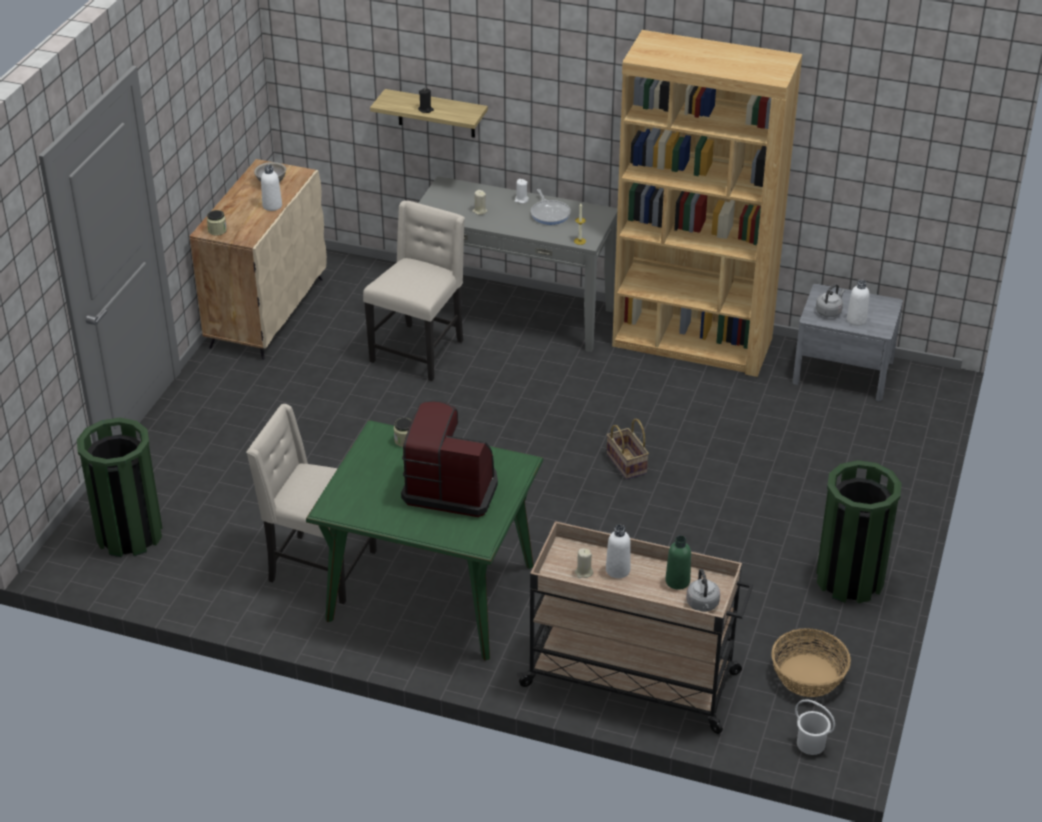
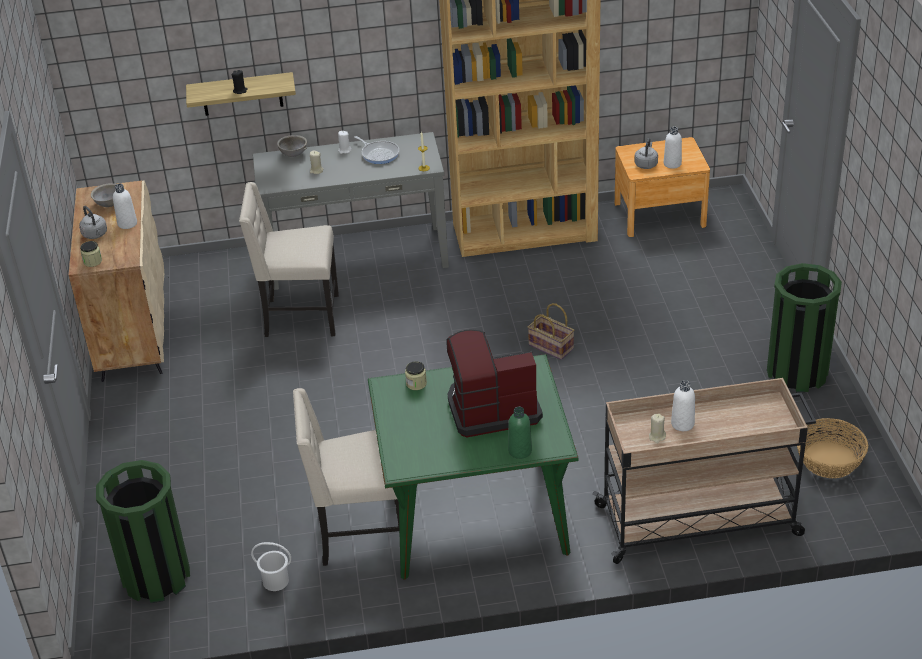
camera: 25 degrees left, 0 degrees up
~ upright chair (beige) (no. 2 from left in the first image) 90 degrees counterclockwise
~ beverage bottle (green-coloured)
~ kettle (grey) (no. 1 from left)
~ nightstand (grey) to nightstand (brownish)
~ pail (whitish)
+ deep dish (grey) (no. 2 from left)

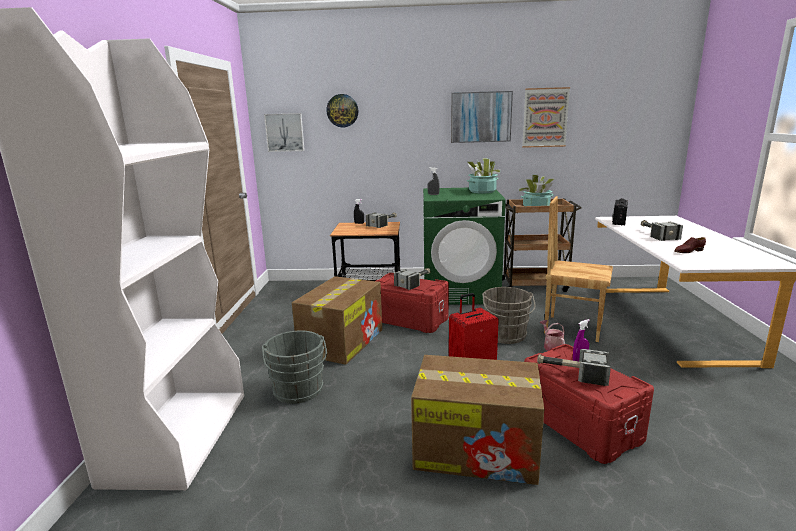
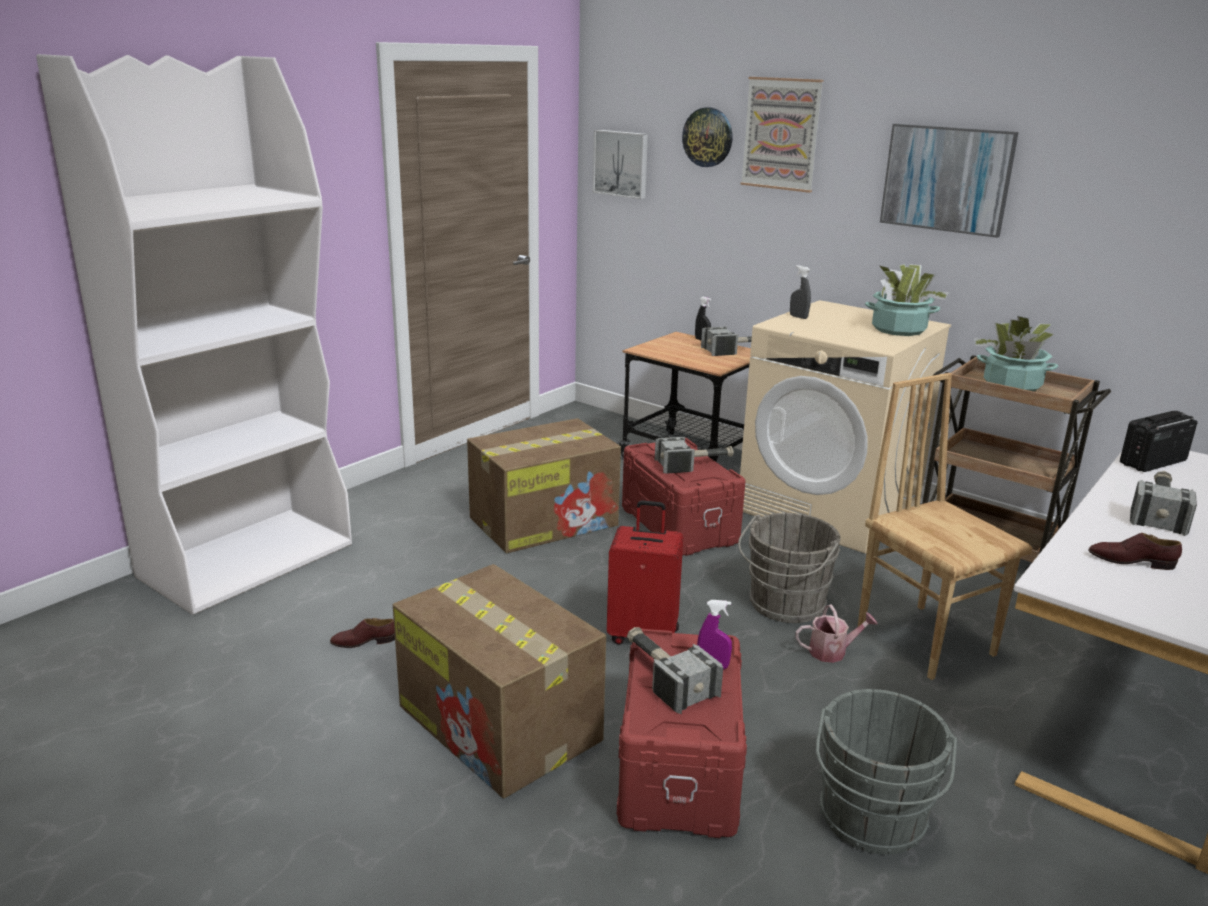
camera: 35 degrees right, 5 degrees up
~ pail (grey) (no. 1 from left in the first image) to pail (grey) (no. 2 from left)
~ washing machine (green-coloured) to washing machine (beige)
~ picture (no. 3 from left in the first image) to picture (no. 2 from left)
~ sprinkling can 60 degrees clockwise
+ low shoe (brownish) (no. 1 from left)

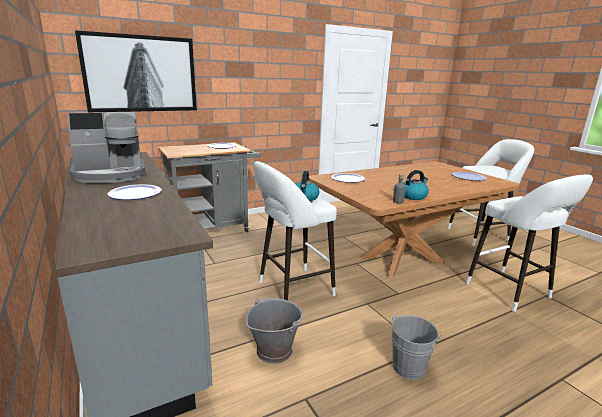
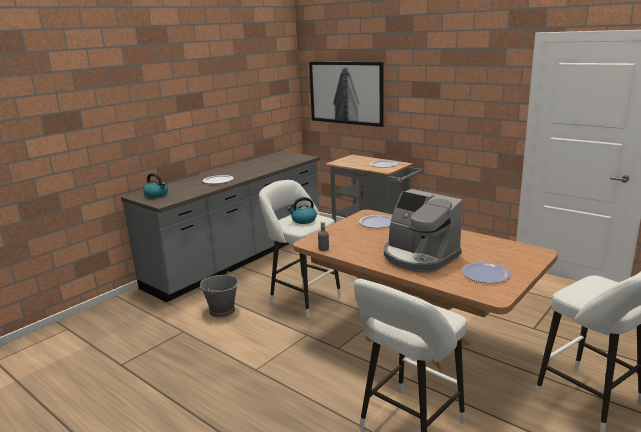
camera: 70 degrees right, 0 degrees up
~ coffee maker
- pail (grey) (no. 2 from left)
~ kettle (no. 2 from left in the first image) to kettle (no. 1 from left)

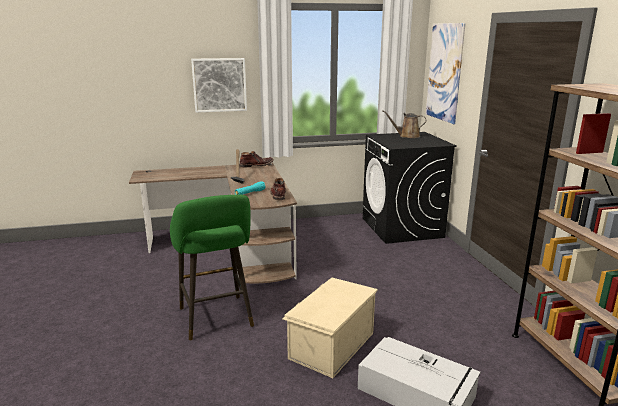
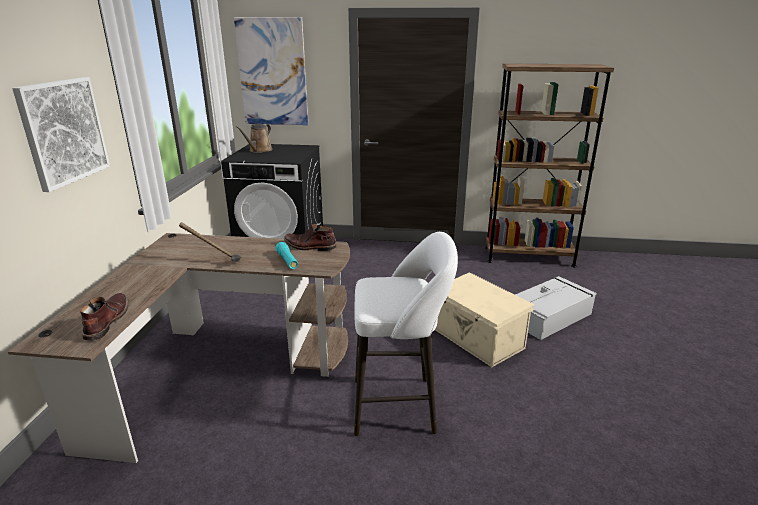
camera: 70 degrees left, 5 degrees up
~ stool seat (green-coloured) to stool seat (whitish)
~ tall boot (brownish) (no. 1 from left)

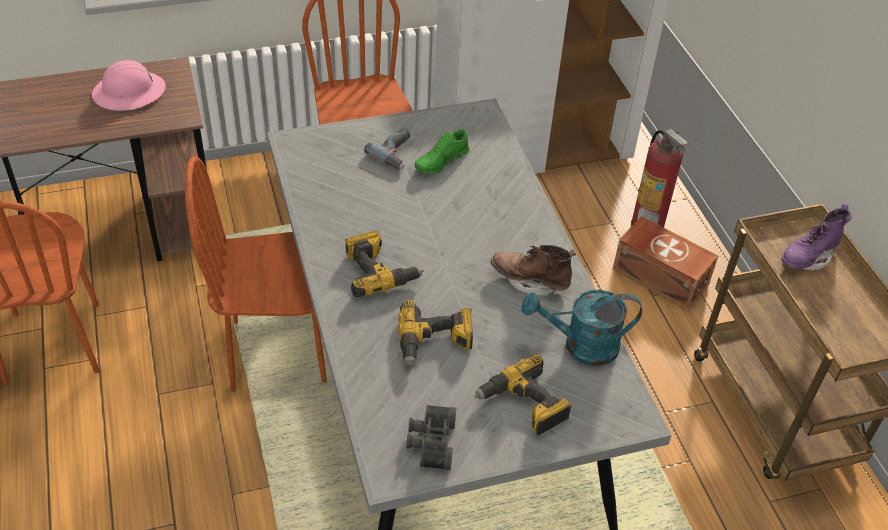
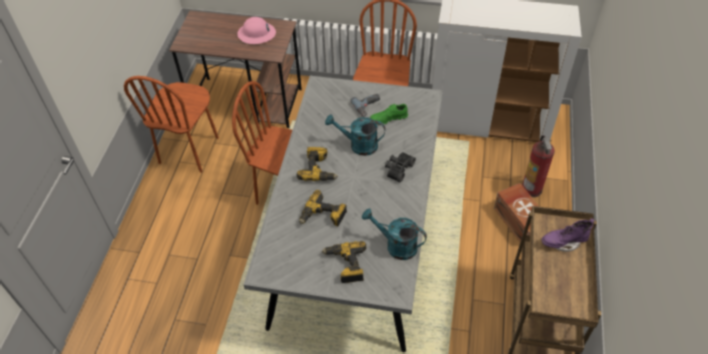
camera: 30 degrees right, 5 degrees up
~ field glasses (blackish)
- tall boot (brownish)
+ sprinkling can (turquoise) (no. 1 from left)

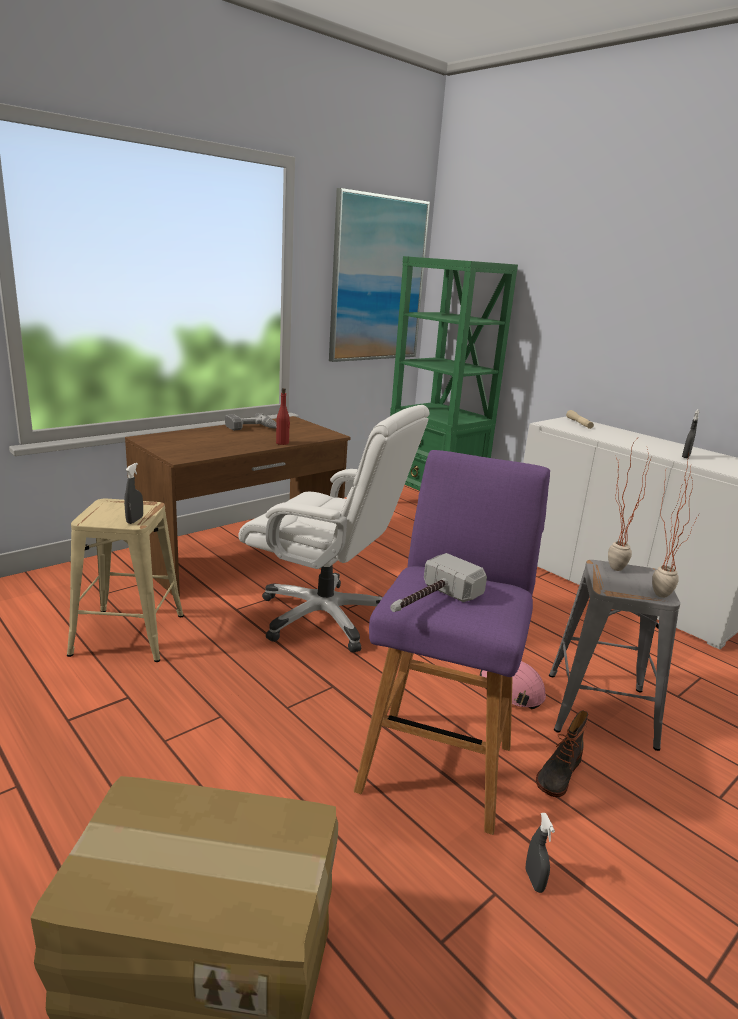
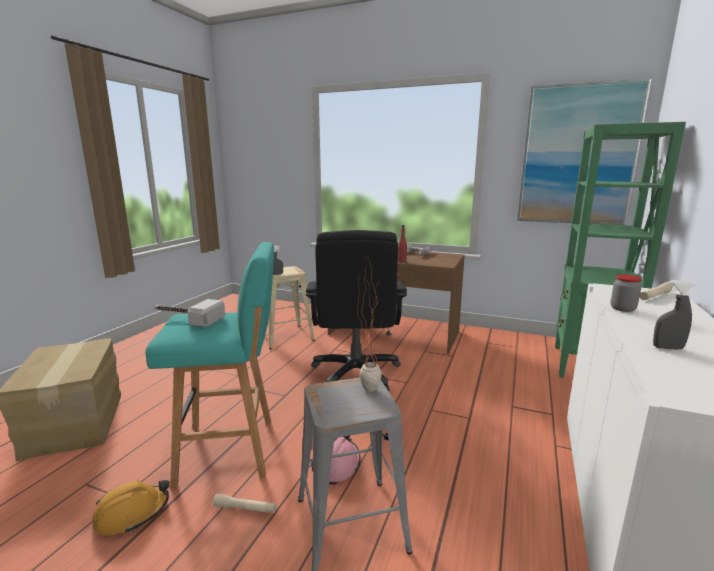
camera: 65 degrees right, 5 degrees down
~ desk chair (whitish) to desk chair (blackish)
~ stool seat (purple) to stool seat (turquoise)
~ hand sprayer (grey) (no. 2 from left) to safety helmet (orange-coloured)
~ tall boot to flashlight (beige) (no. 1 from left)
- houseplant (no. 2 from left)
+ preserve jar

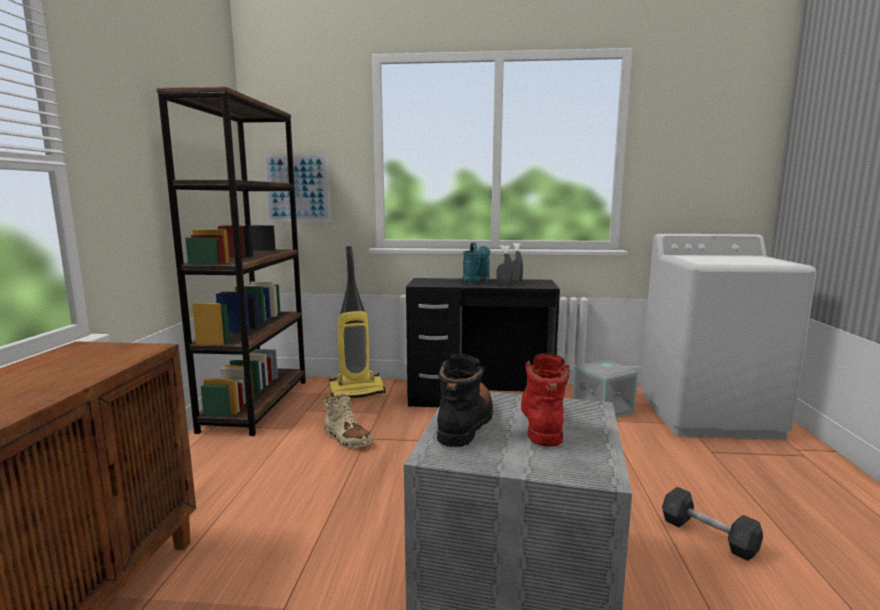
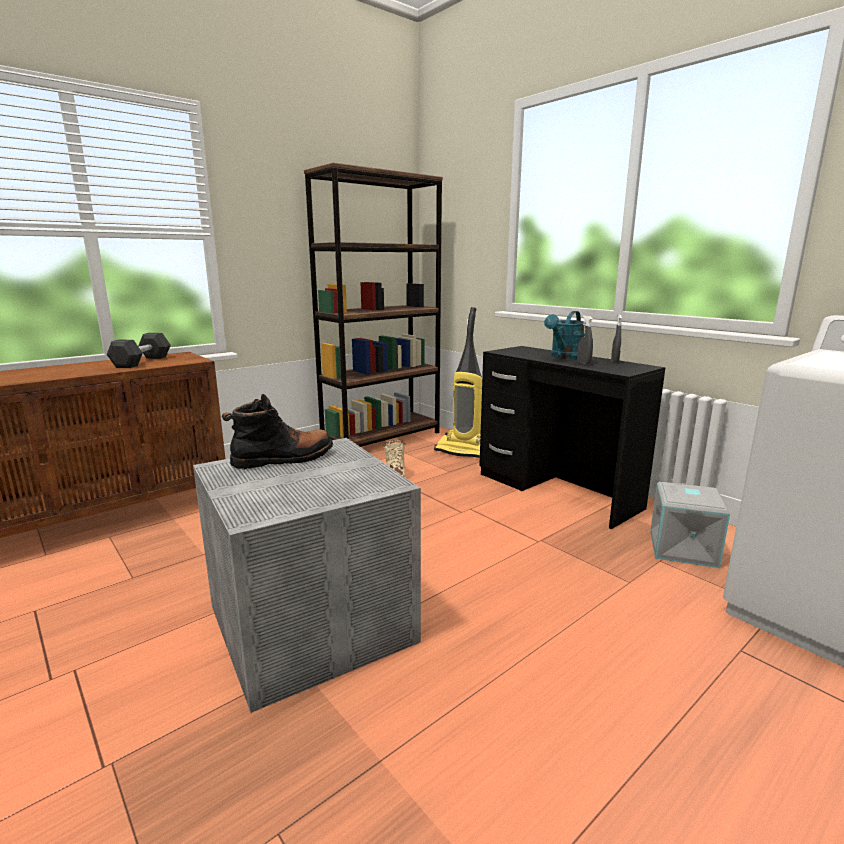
camera: 45 degrees right, 5 degrees up
- picture
- tall boot (reddish)
~ dumbbell (grey)

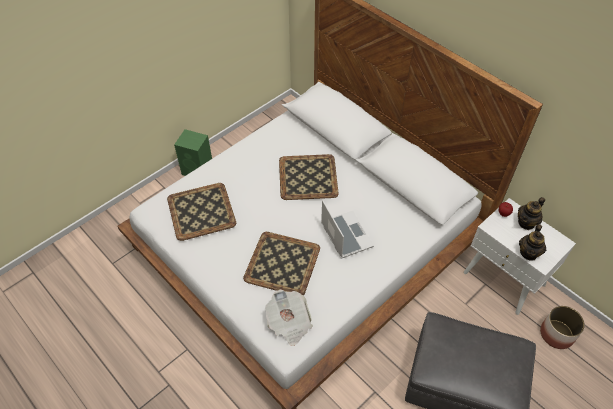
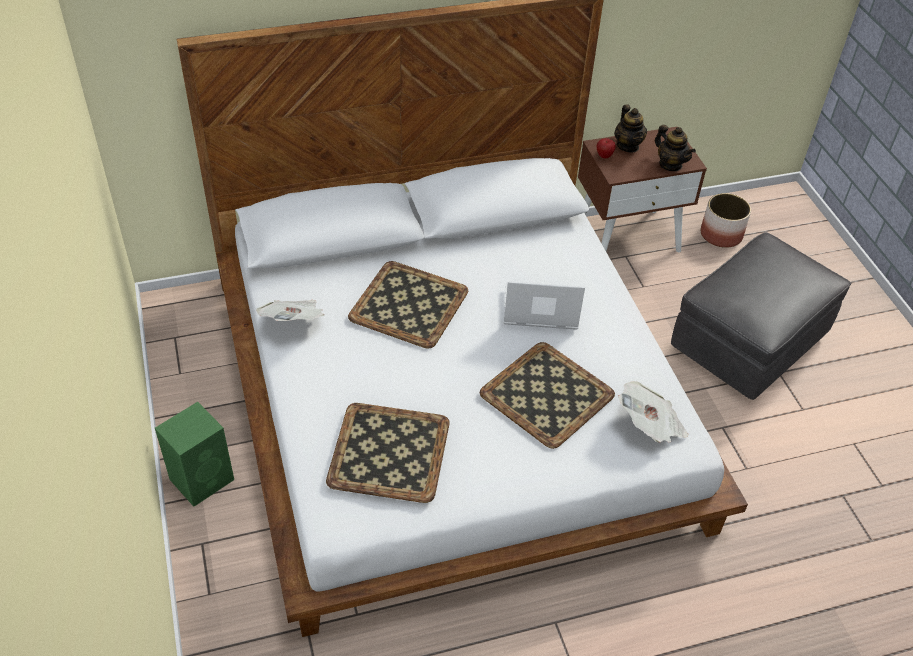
camera: 65 degrees left, 5 degrees down
~ nightstand (whitish) to nightstand (brownish)
+ daily paper (no. 1 from left)

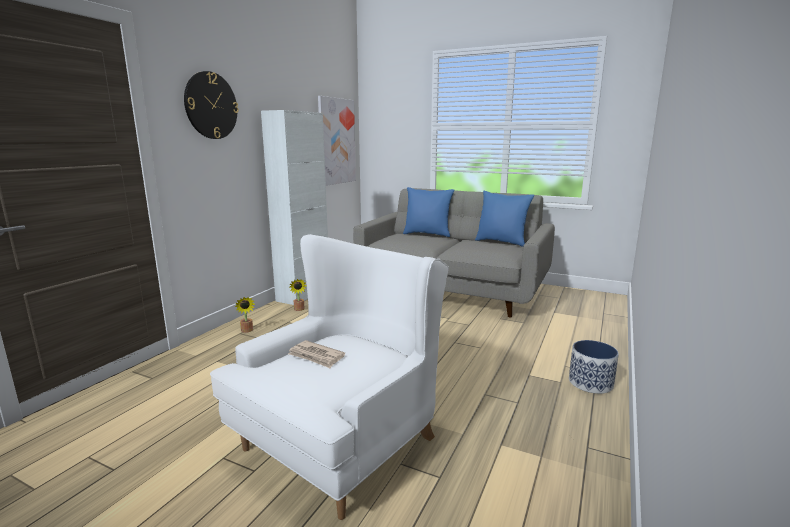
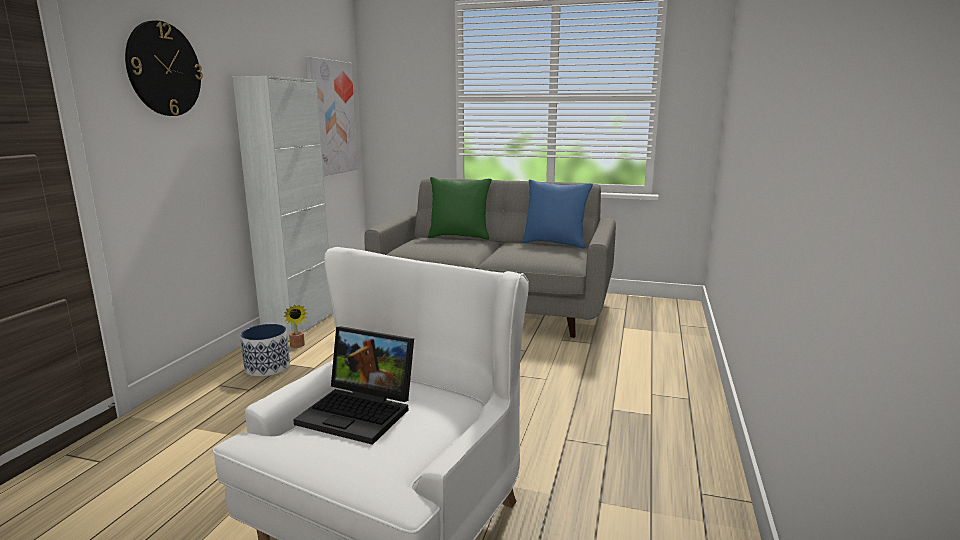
camera: 10 degrees left, 0 degrees up
- houseplant (no. 1 from left)
~ daily paper to laptop
~ pillow (bluish) (no. 1 from left) to pillow (green-coloured)
~ plant pot

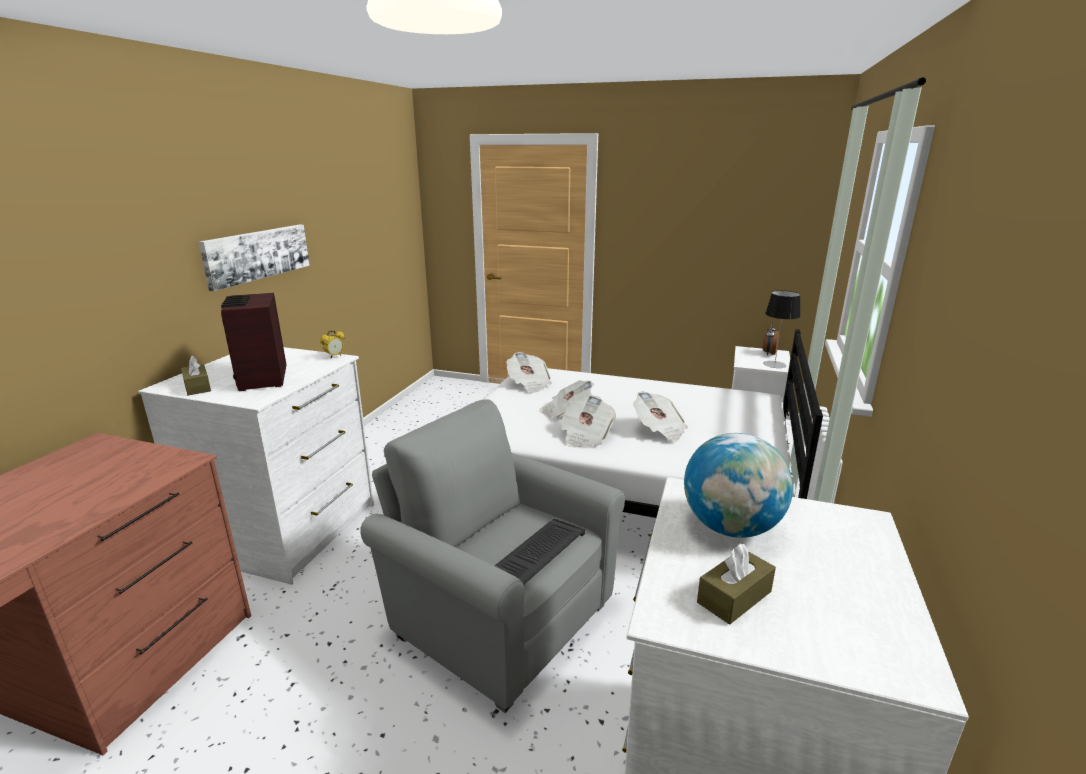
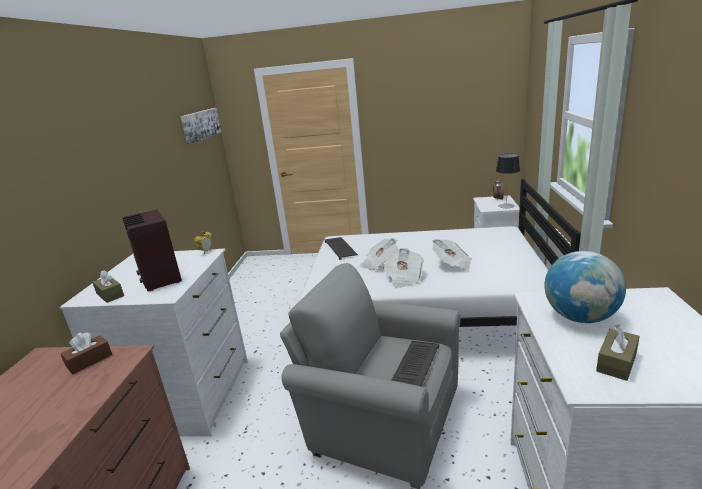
camera: 10 degrees left, 0 degrees up
~ picture
~ daily paper (no. 1 from left) to keyboard (no. 1 from left)
+ box of tissues (brownish) (no. 1 from left)

